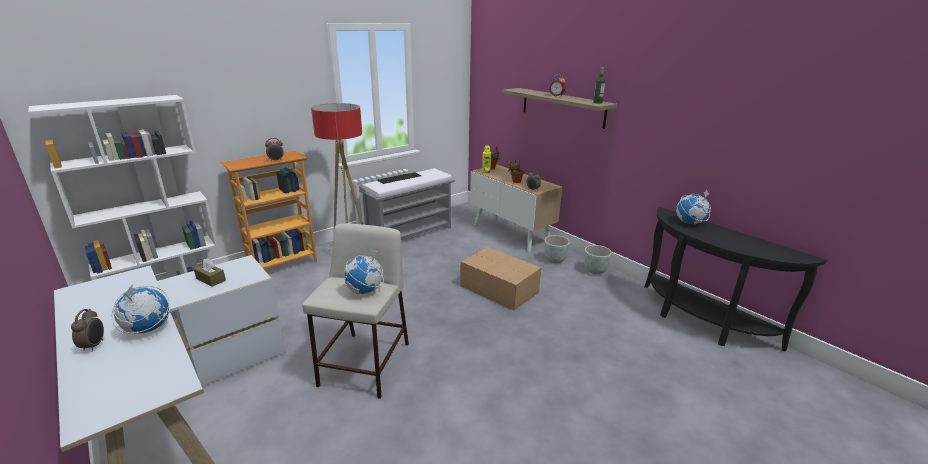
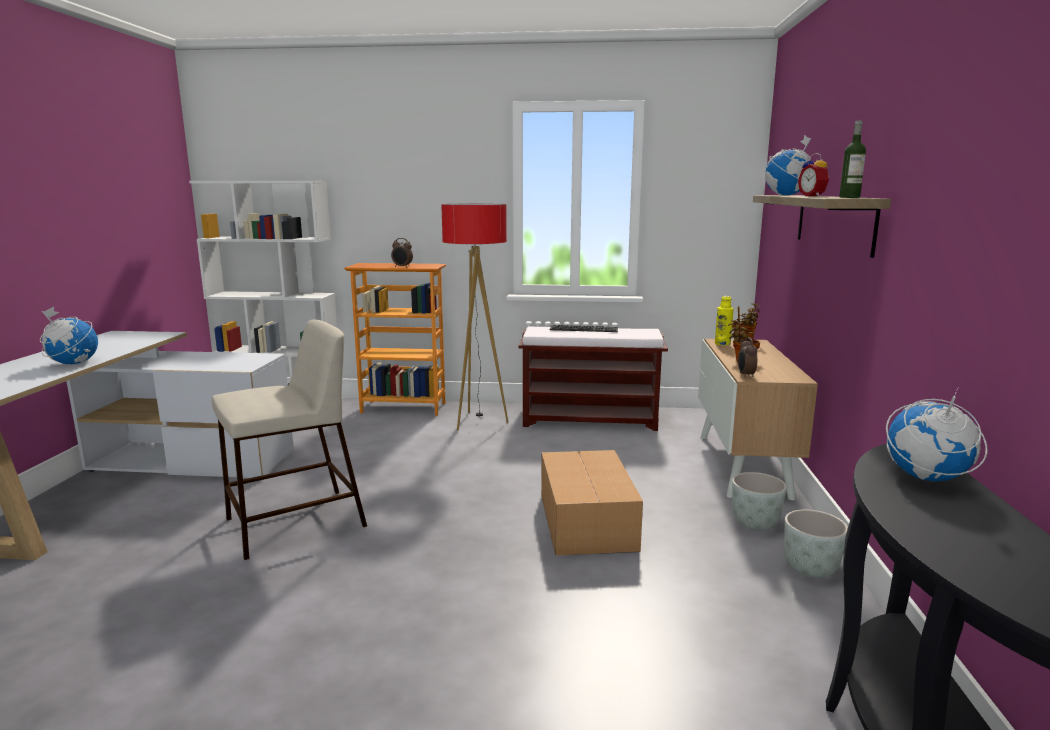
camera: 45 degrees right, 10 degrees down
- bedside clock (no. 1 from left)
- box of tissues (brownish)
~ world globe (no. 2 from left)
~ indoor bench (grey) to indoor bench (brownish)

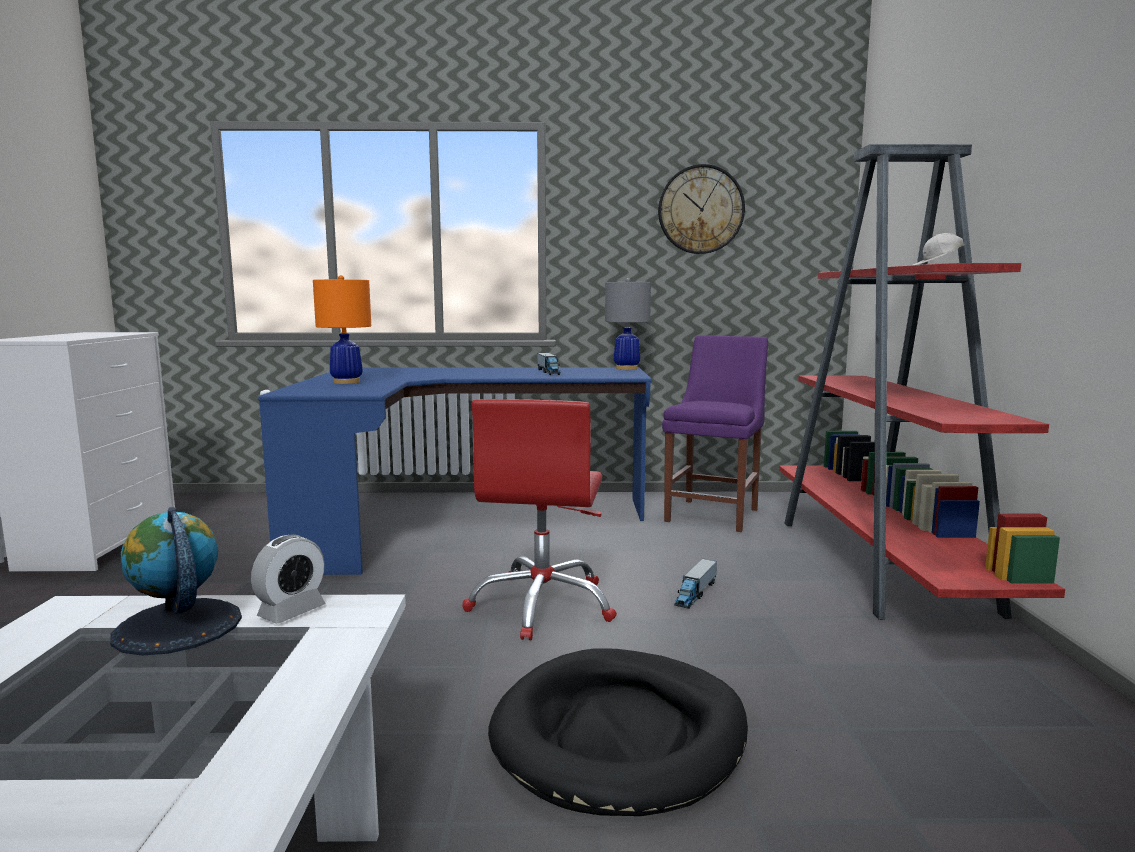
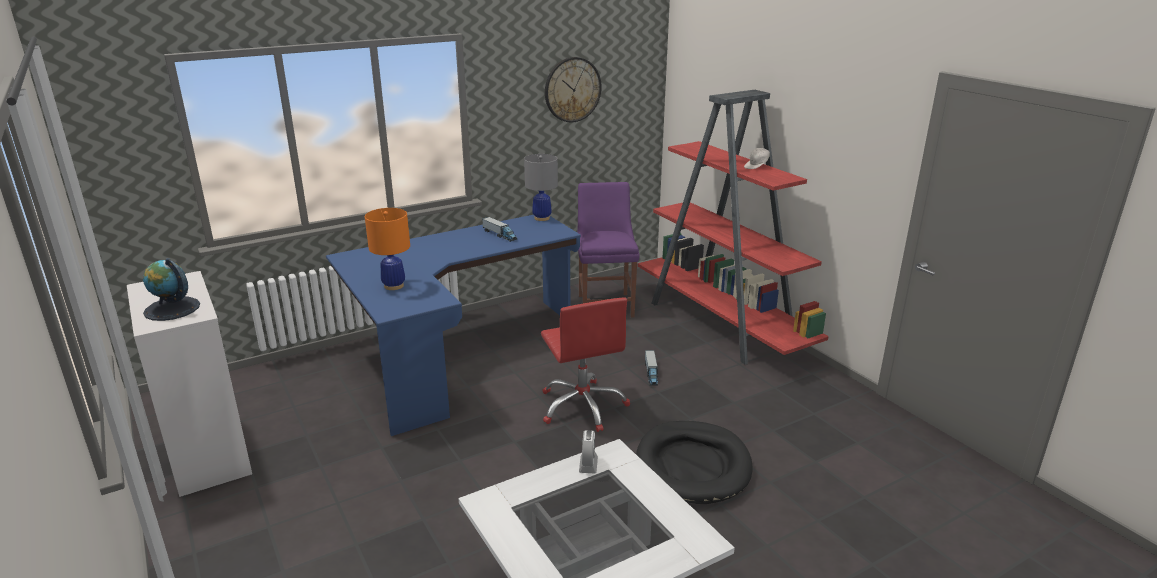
camera: 30 degrees left, 15 degrees up
~ world globe

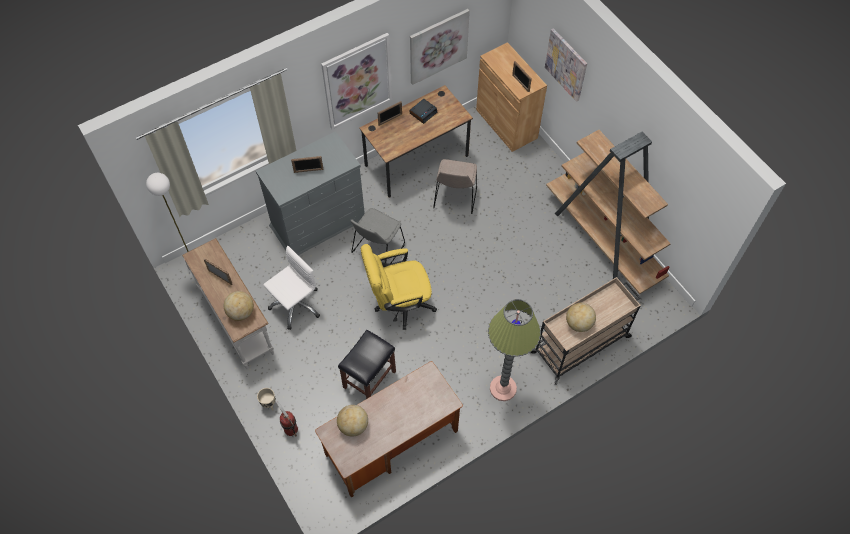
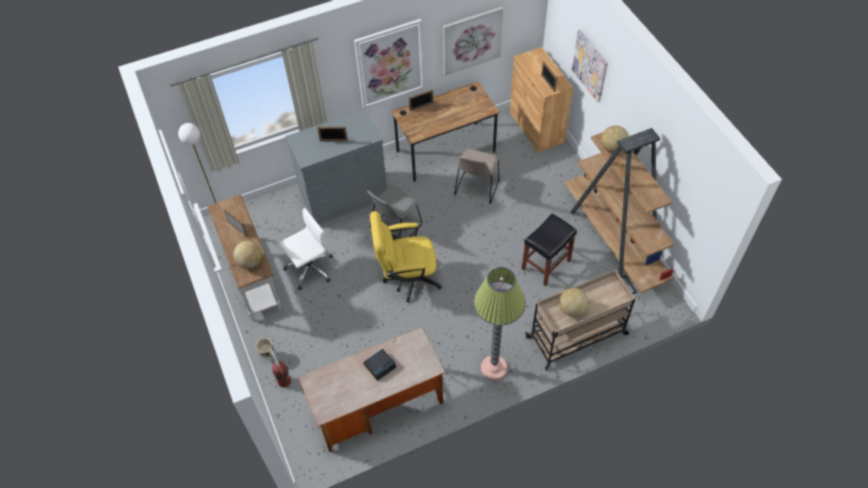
camera: 10 degrees right, 5 degrees down
~ world globe (no. 2 from left in the first image) to world globe (no. 3 from left)
~ stool seat (blackish)
~ bedside clock

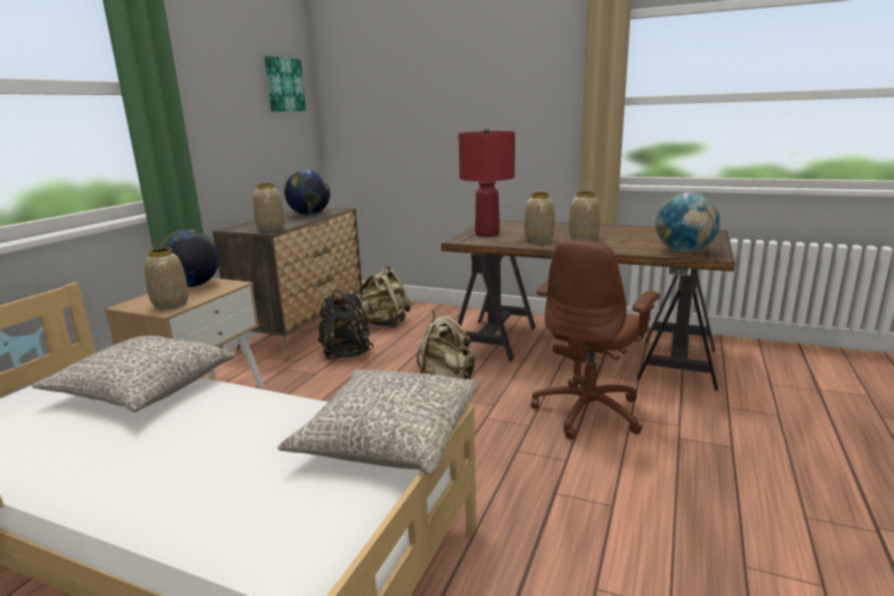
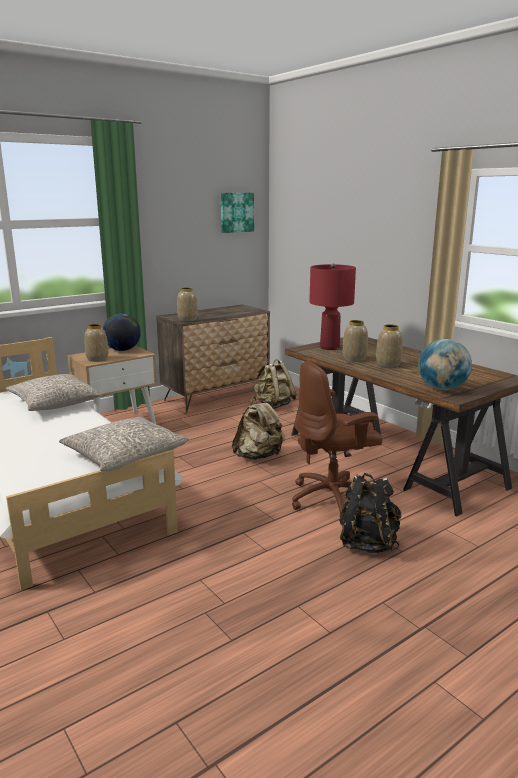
camera: 30 degrees right, 0 degrees up
- world globe (no. 2 from left)
~ backpack (blackish)

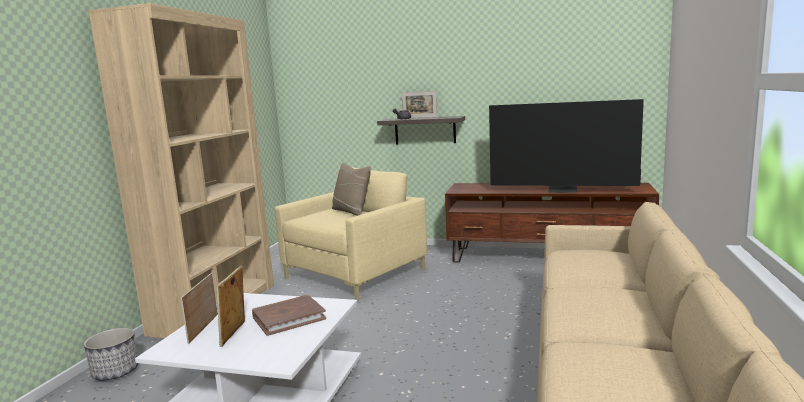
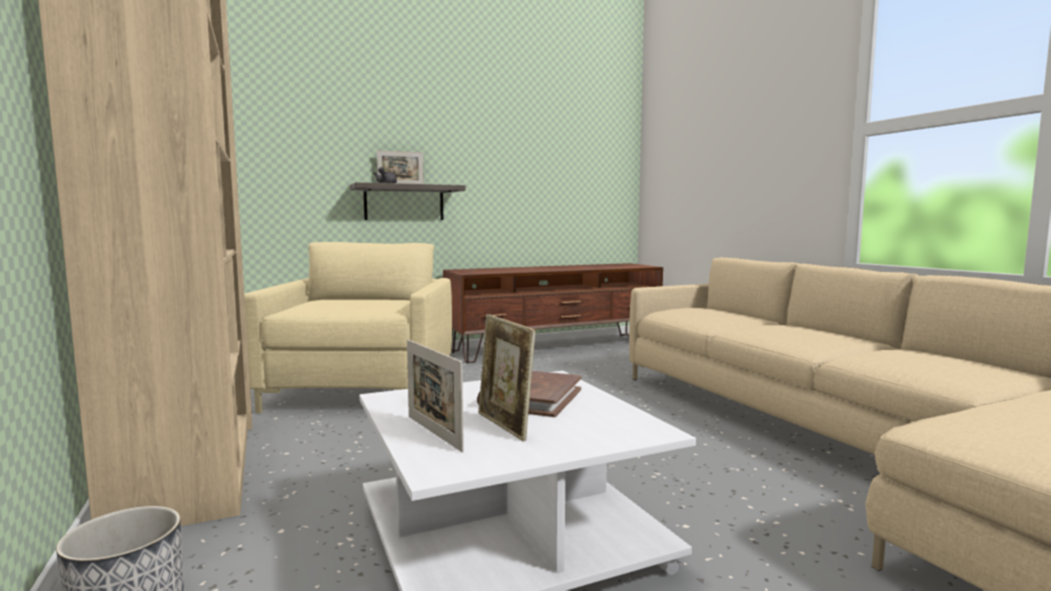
camera: 40 degrees left, 5 degrees down
- pillow (beige)
- TV

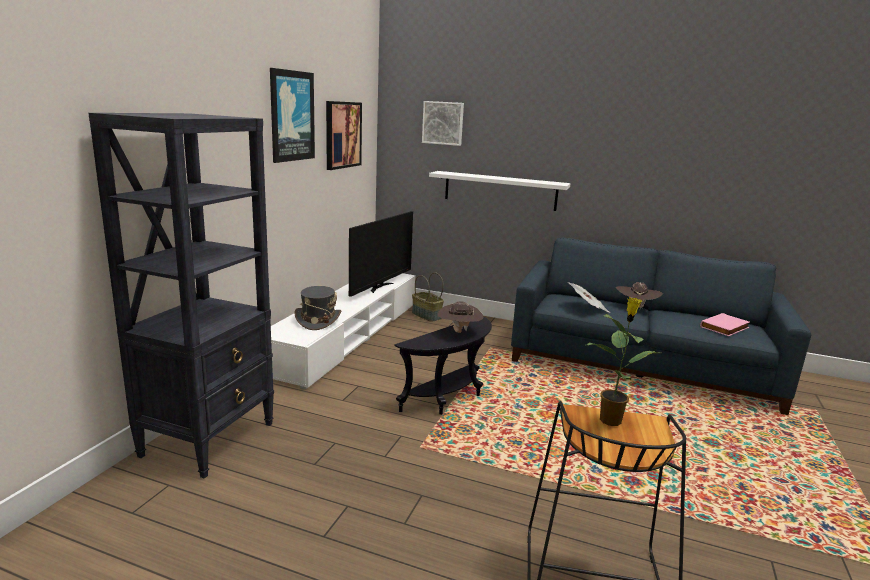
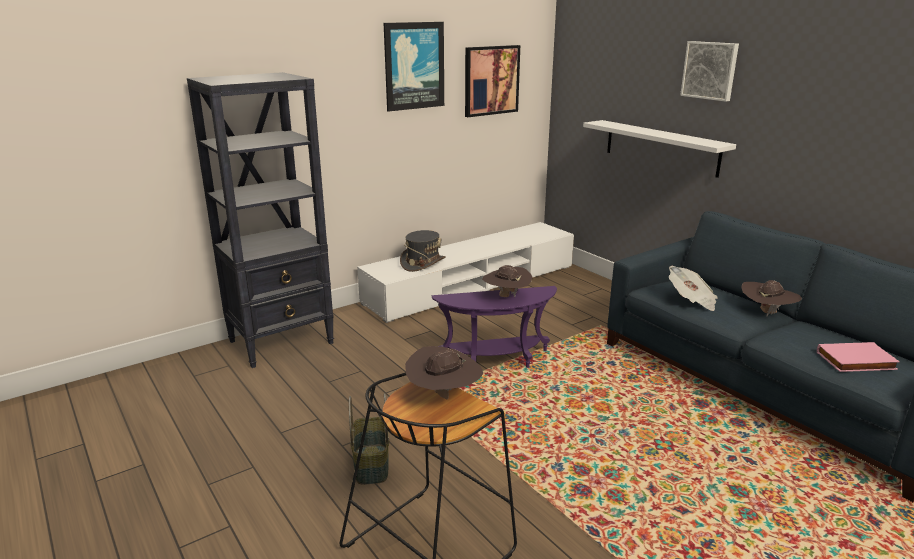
camera: 35 degrees right, 5 degrees up
- TV
~ side table (blackish) to side table (purple)
~ basket
~ picture (no. 3 from left)
~ houseplant to wearable hat (brownish) (no. 1 from left)

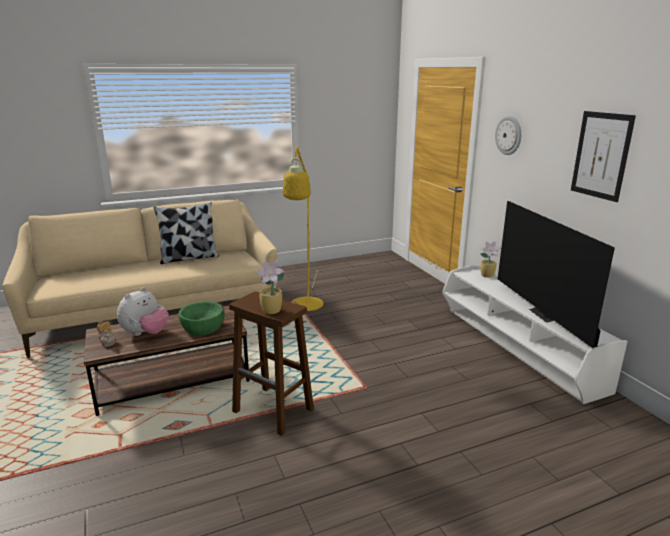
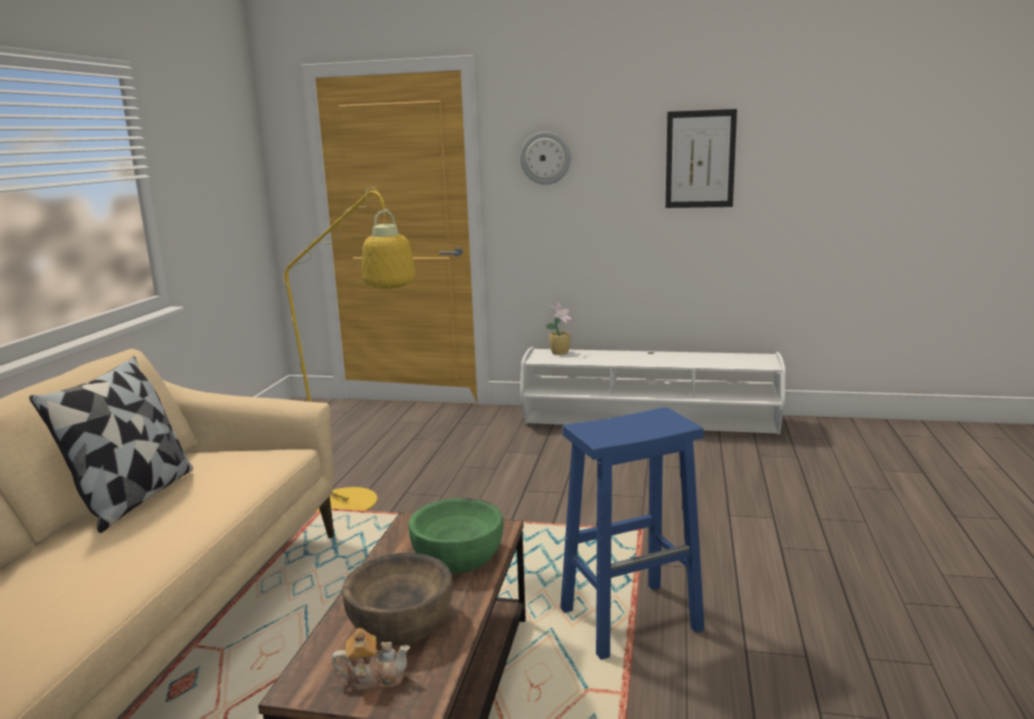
camera: 55 degrees left, 5 degrees down
~ plush toy to deep dish (brownish)
~ stool seat (brownish) to stool seat (bluish)
- houseplant (no. 1 from left)
- TV

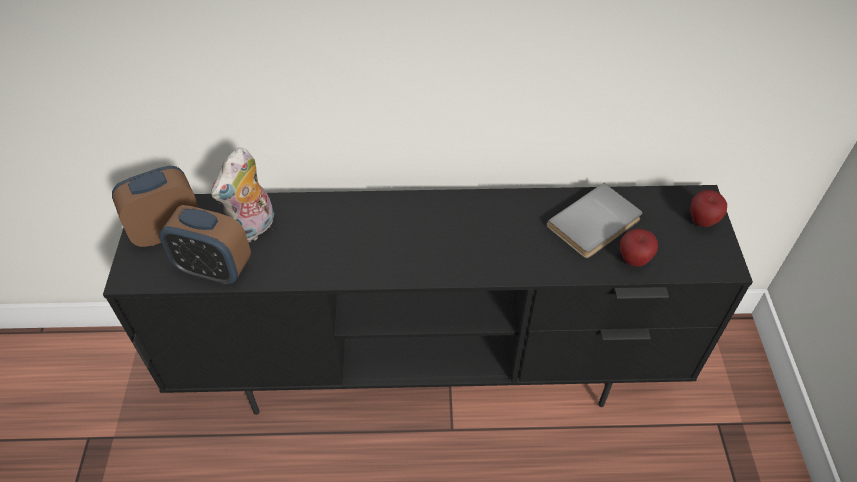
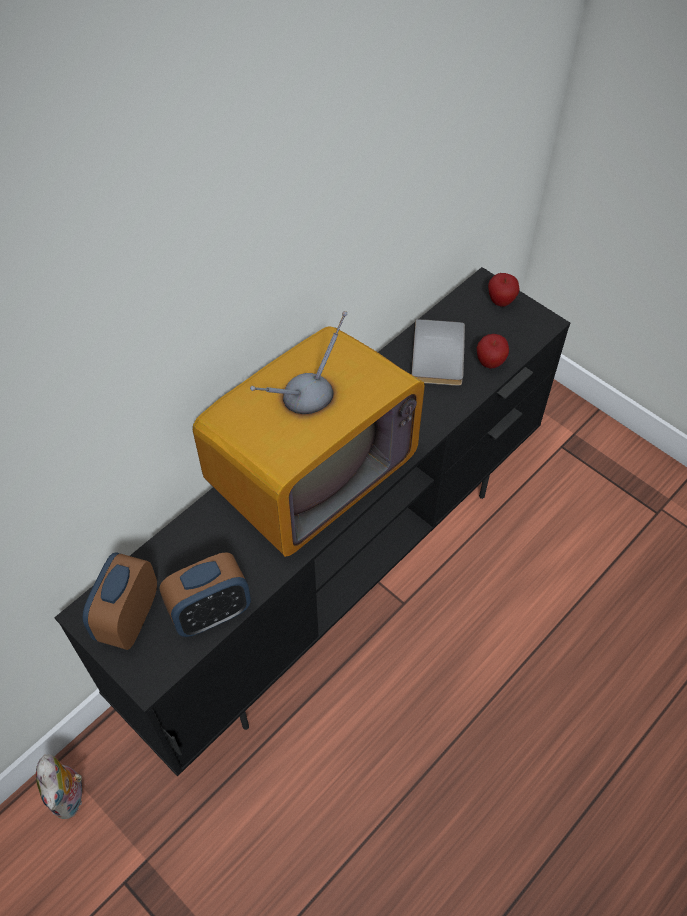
camera: 45 degrees left, 5 degrees up
~ plush toy
+ TV

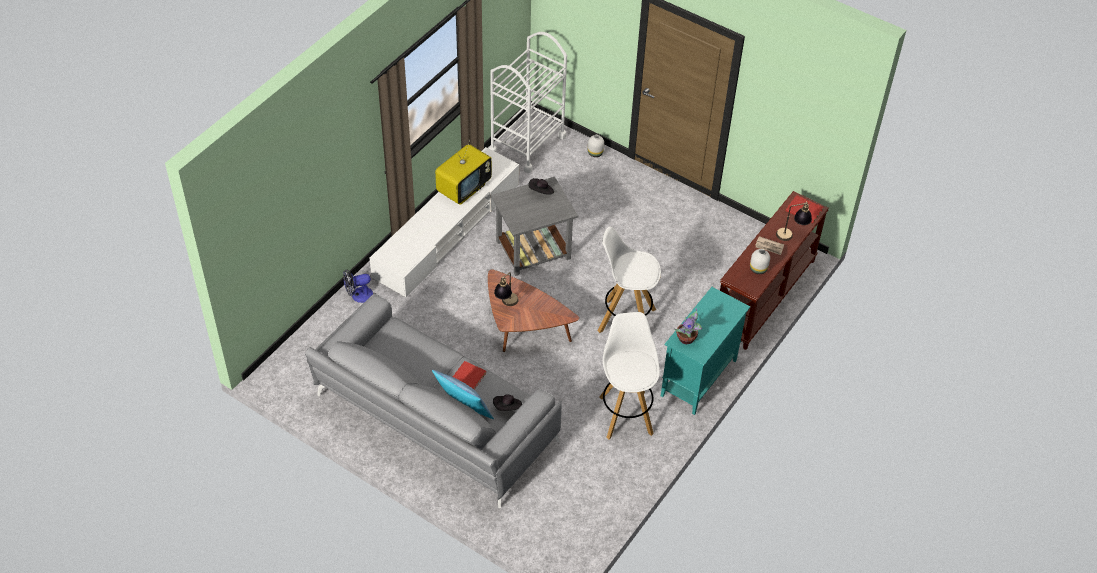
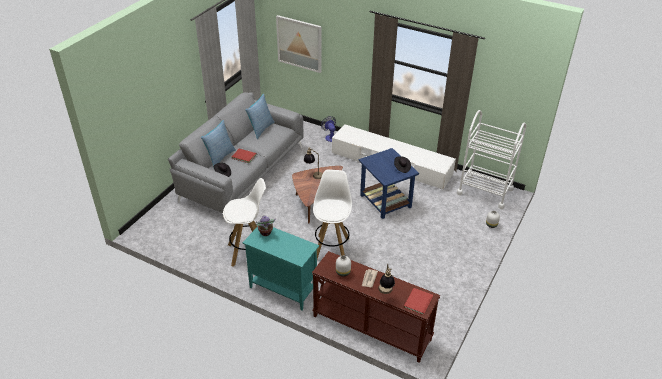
camera: 85 degrees right, 10 degrees down
- TV
~ side table (grey) to side table (bluish)
+ pillow (no. 2 from left)
+ picture

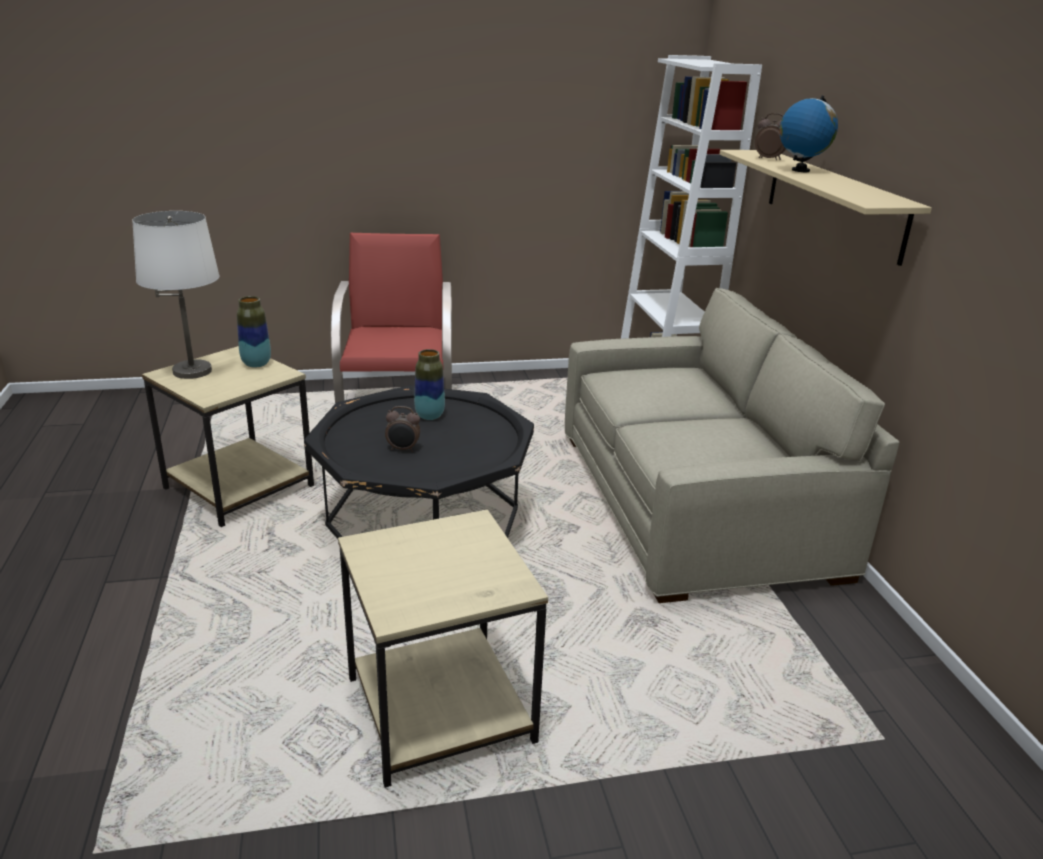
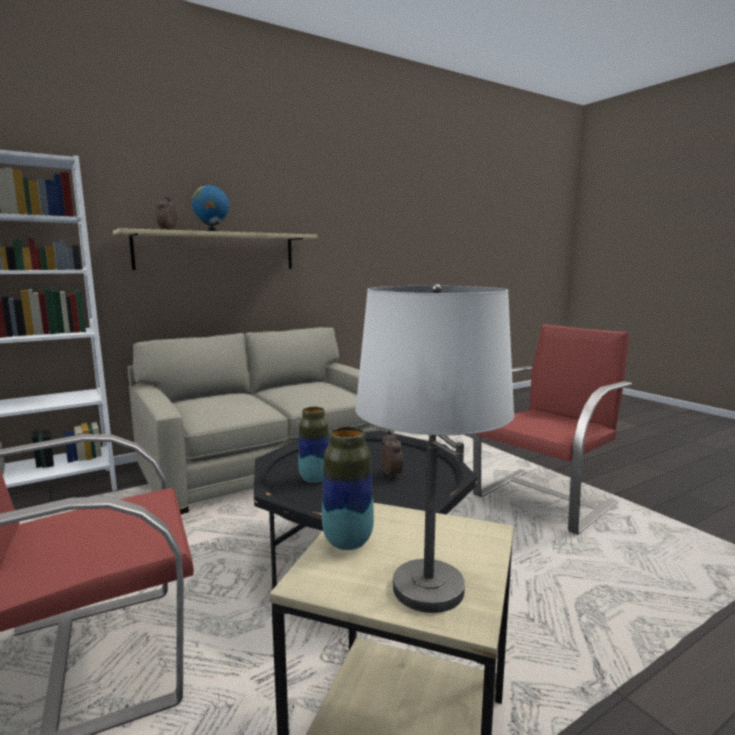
camera: 110 degrees left, 15 degrees down
~ side table (beige) (no. 2 from left) to easy chair (reddish) (no. 2 from left)

